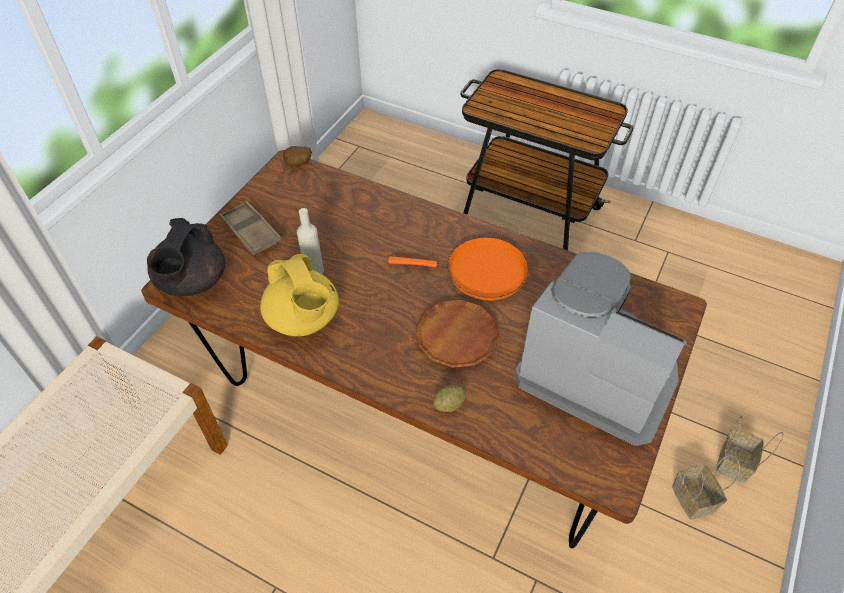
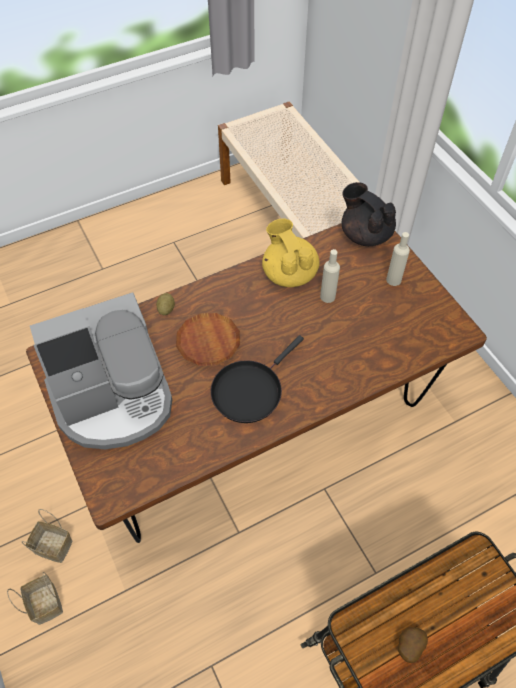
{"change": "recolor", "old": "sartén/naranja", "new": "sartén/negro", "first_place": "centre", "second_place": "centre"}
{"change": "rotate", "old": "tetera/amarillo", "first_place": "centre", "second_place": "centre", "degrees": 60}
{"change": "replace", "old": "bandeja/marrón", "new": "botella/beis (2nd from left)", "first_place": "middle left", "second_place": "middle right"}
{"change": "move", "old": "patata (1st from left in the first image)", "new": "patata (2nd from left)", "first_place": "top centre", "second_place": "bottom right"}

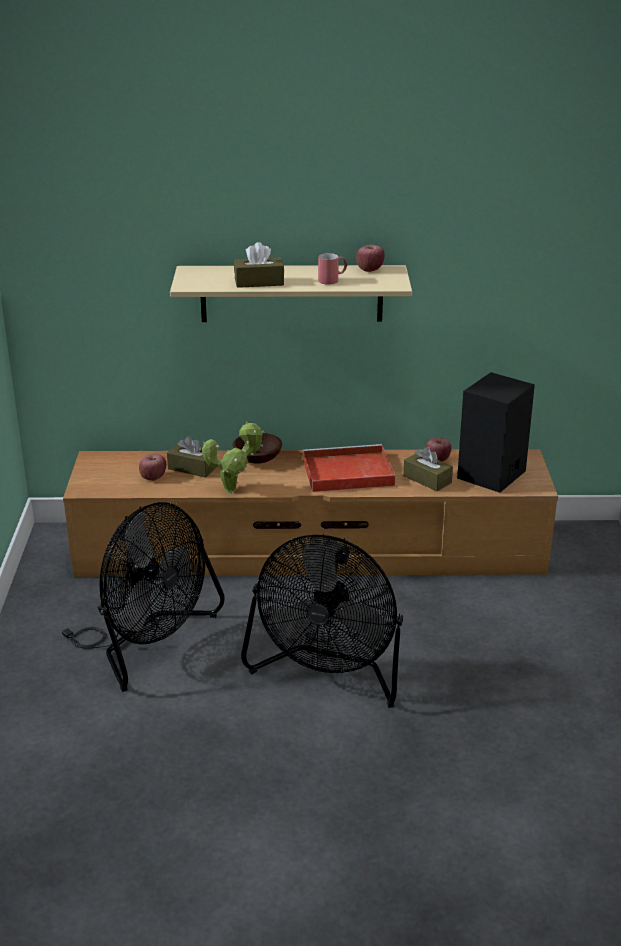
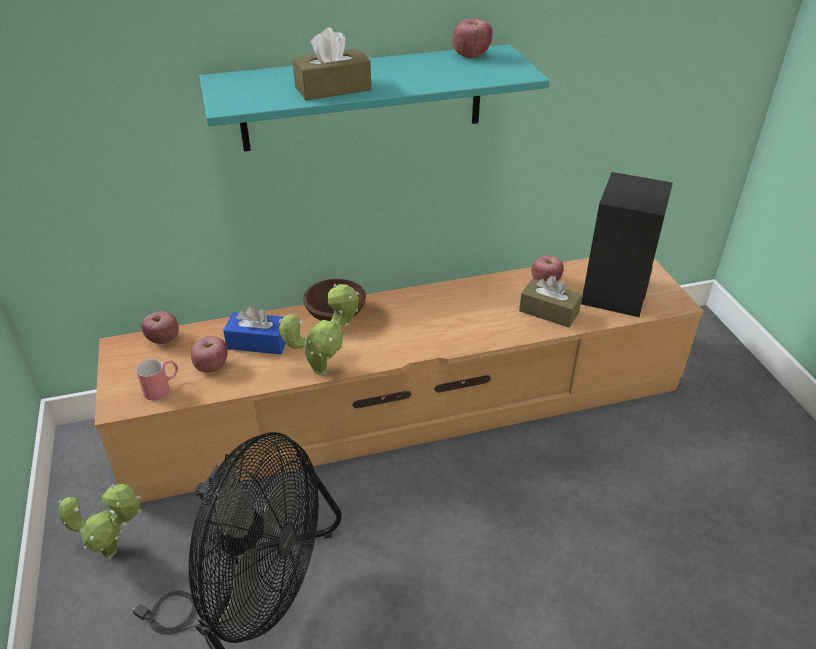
{"change": "insert", "new": "planta en maceta (1st from left)", "second_place": "bottom left"}
{"change": "move", "old": "taza grande/rojo", "first_place": "top centre", "second_place": "middle left"}
{"change": "insert", "new": "manzana (1st from left)", "second_place": "middle left"}
{"change": "recolor", "old": "estante/beis", "new": "estante/turquesa", "first_place": "top centre", "second_place": "top centre"}
{"change": "recolor", "old": "caja de pañuelos/marrón (1st from left)", "new": "caja de pañuelos/azul", "first_place": "middle left", "second_place": "middle left"}
{"change": "delete", "old": "ventilador/negro (2nd from left)", "first_place": "centre"}
{"change": "delete", "old": "bandeja/rojo", "first_place": "centre"}

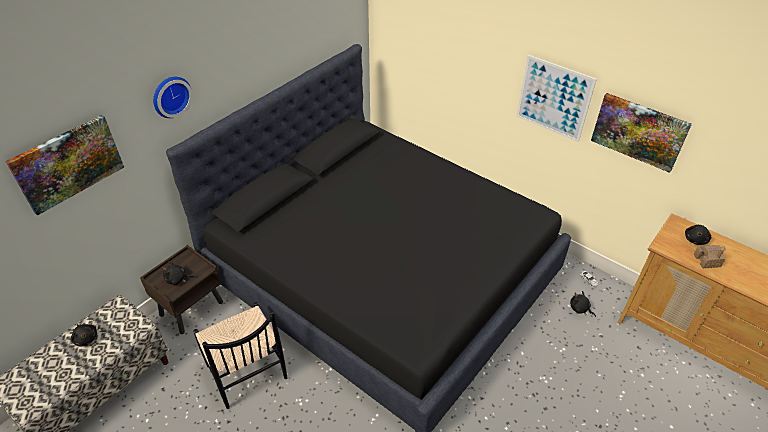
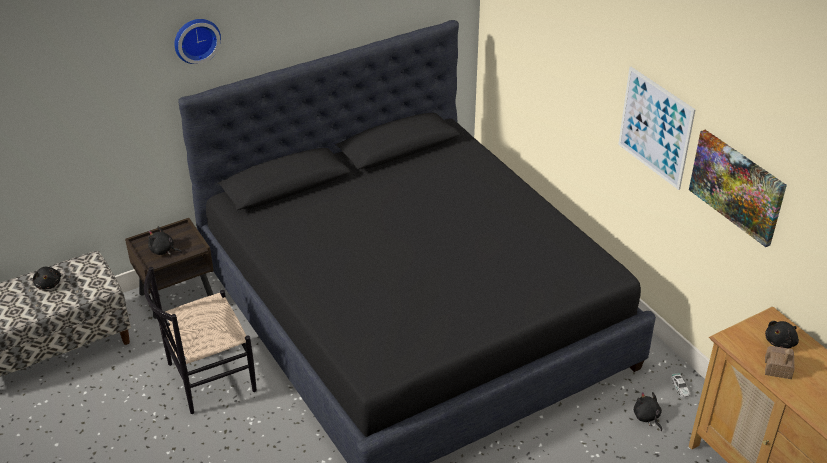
{"change": "rotate", "old": "silla/negro", "first_place": "bottom left", "second_place": "bottom left", "degrees": 75}
{"change": "delete", "old": "cuadro (1st from left)", "first_place": "middle left"}

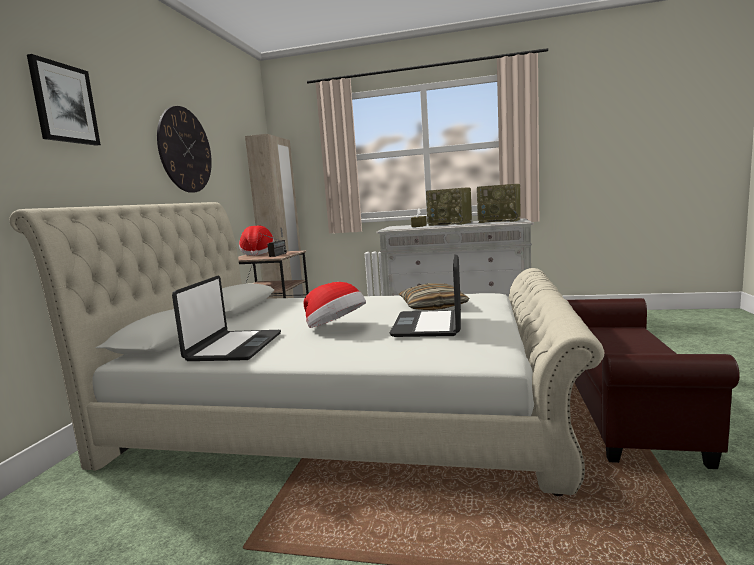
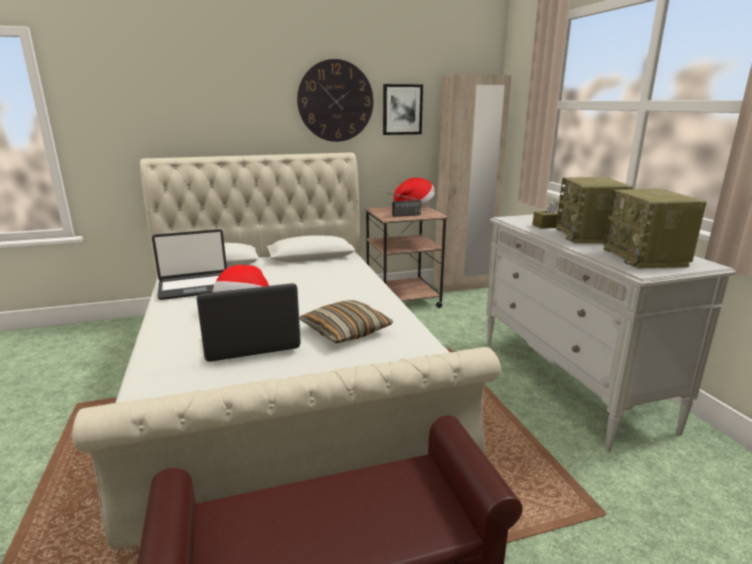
{"change": "move", "old": "cuadro", "first_place": "top left", "second_place": "top centre"}

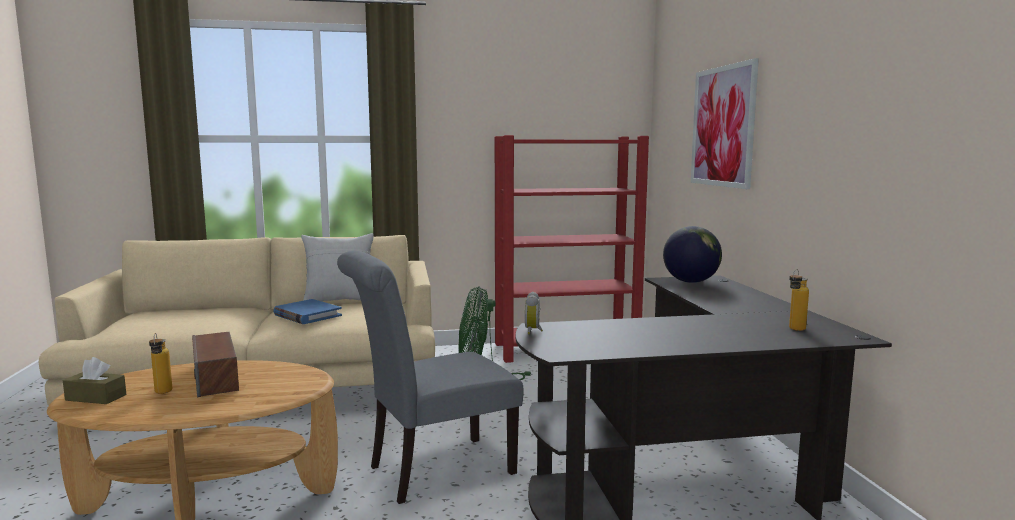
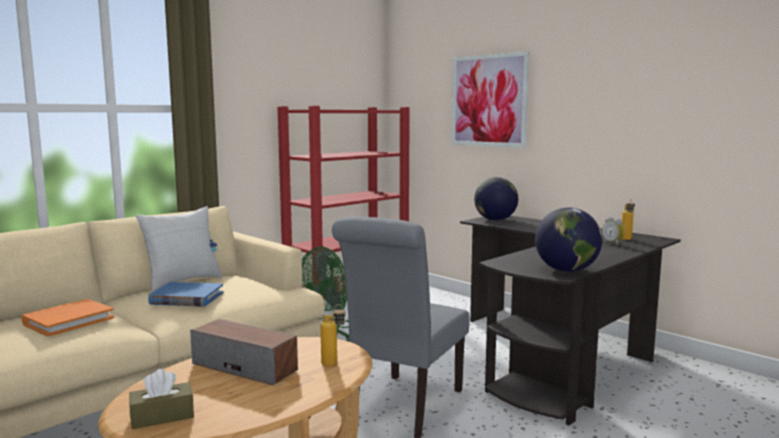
{"change": "insert", "new": "libro/naranja", "second_place": "bottom left"}
{"change": "move", "old": "botella (1st from left)", "first_place": "bottom left", "second_place": "bottom centre"}
{"change": "insert", "new": "globo terráqueo (2nd from left)", "second_place": "middle right"}
{"change": "move", "old": "despertador", "first_place": "centre", "second_place": "middle right"}

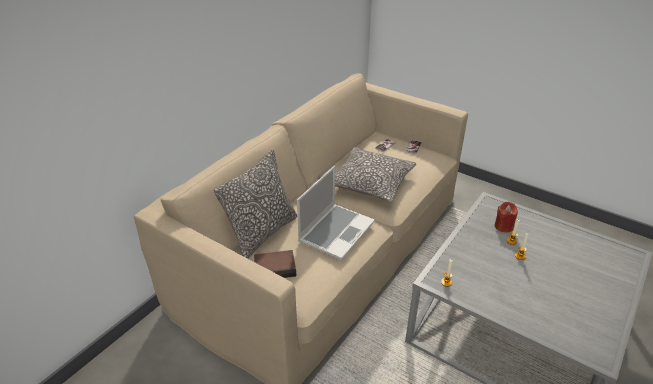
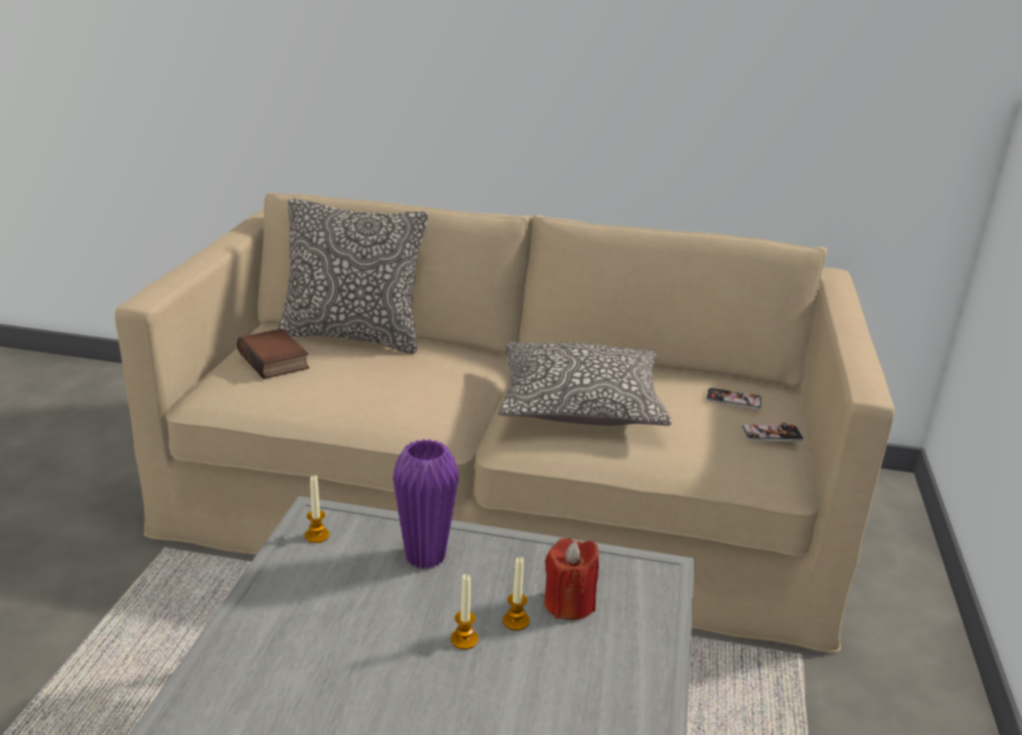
{"change": "insert", "new": "florero/morado", "second_place": "bottom centre"}
{"change": "delete", "old": "portátil", "first_place": "centre"}

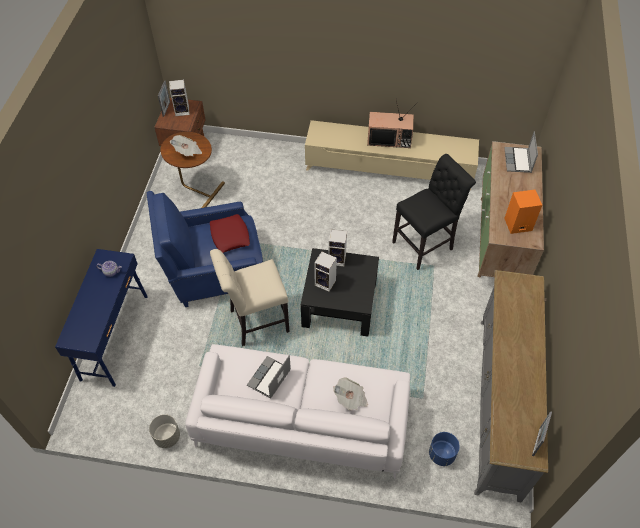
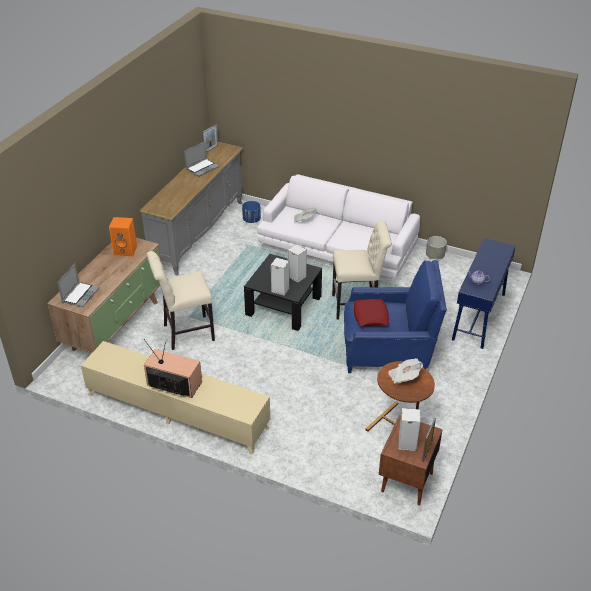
{"change": "recolor", "old": "taburete/negro", "new": "taburete/beis (1st from left)", "first_place": "middle right", "second_place": "middle left"}
{"change": "move", "old": "portátil (1st from left in the first image)", "new": "portátil (2nd from left)", "first_place": "bottom centre", "second_place": "top centre"}

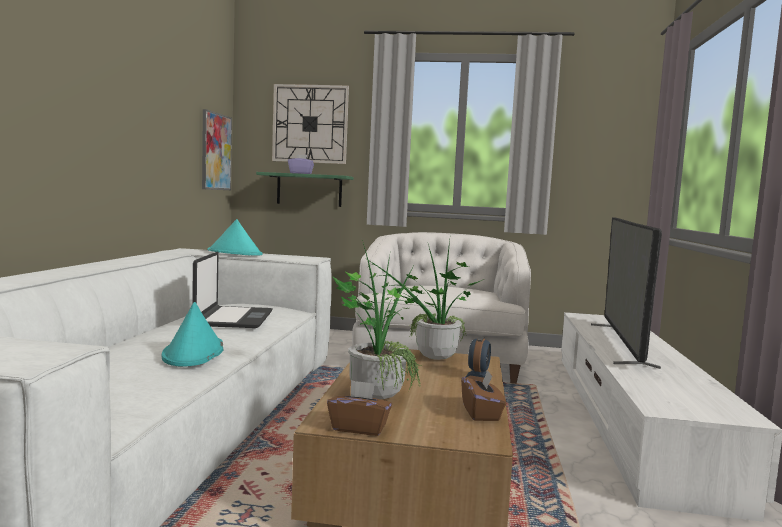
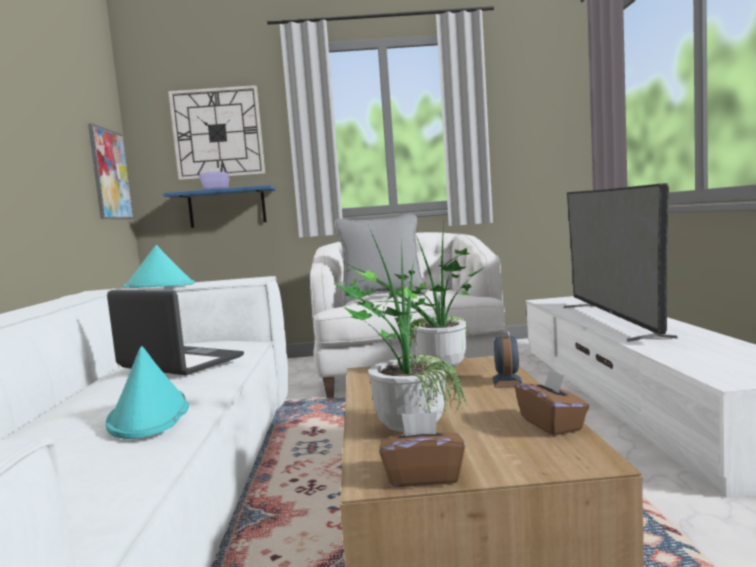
{"change": "rotate", "old": "portátil", "first_place": "middle left", "second_place": "middle left", "degrees": -45}
{"change": "recolor", "old": "estante/verde", "new": "estante/azul", "first_place": "centre", "second_place": "middle left"}
{"change": "insert", "new": "cojín/gris", "second_place": "centre"}

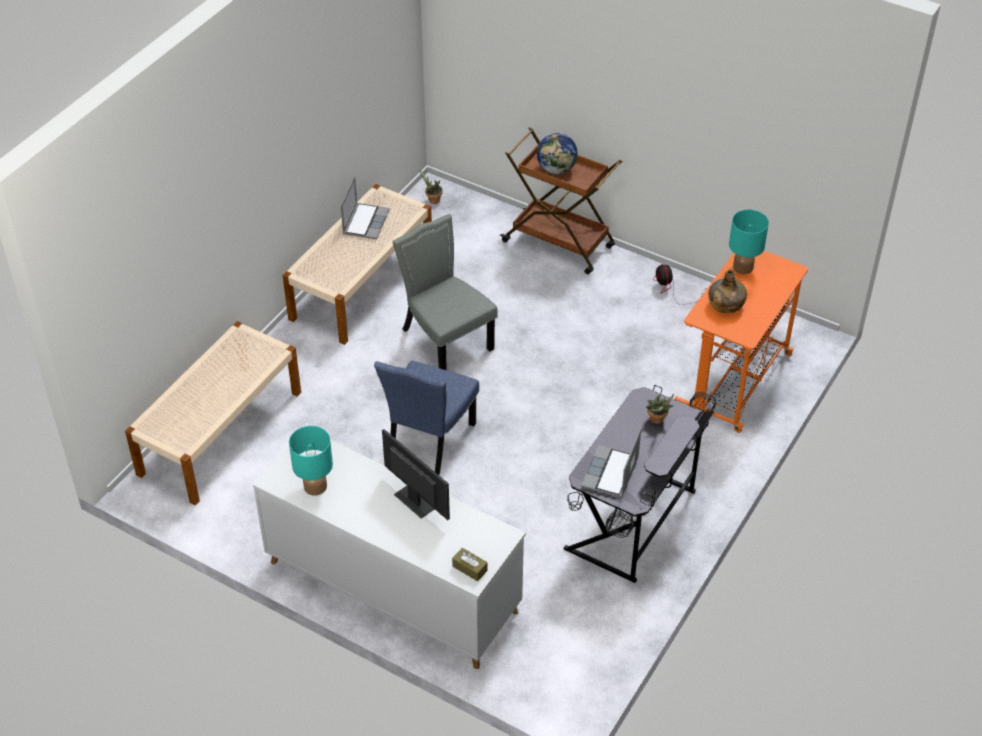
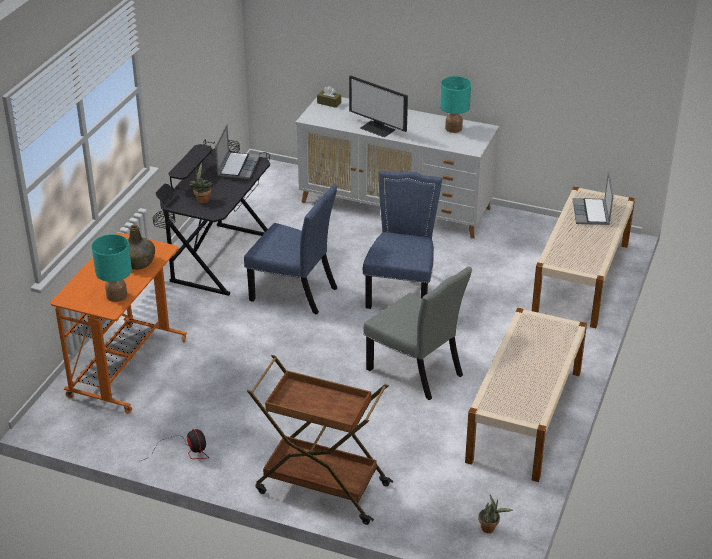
{"change": "insert", "new": "silla/azul (1st from left)", "second_place": "centre"}
{"change": "move", "old": "portátil (1st from left in the first image)", "new": "portátil (2nd from left)", "first_place": "top centre", "second_place": "middle right"}
{"change": "delete", "old": "globo terráqueo", "first_place": "top centre"}

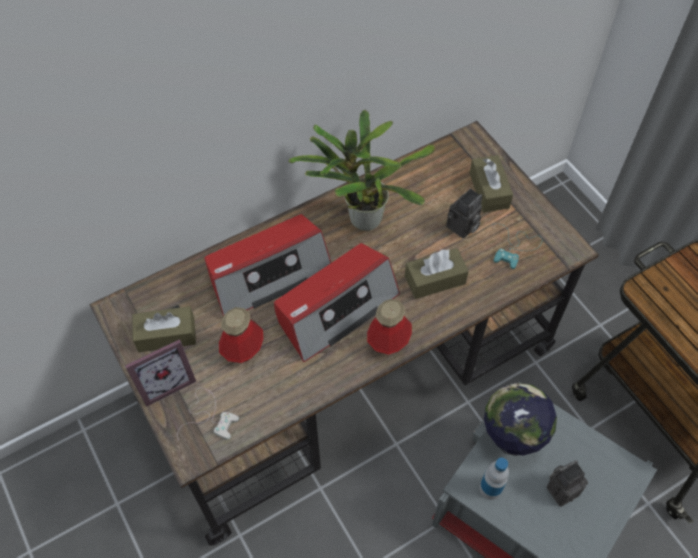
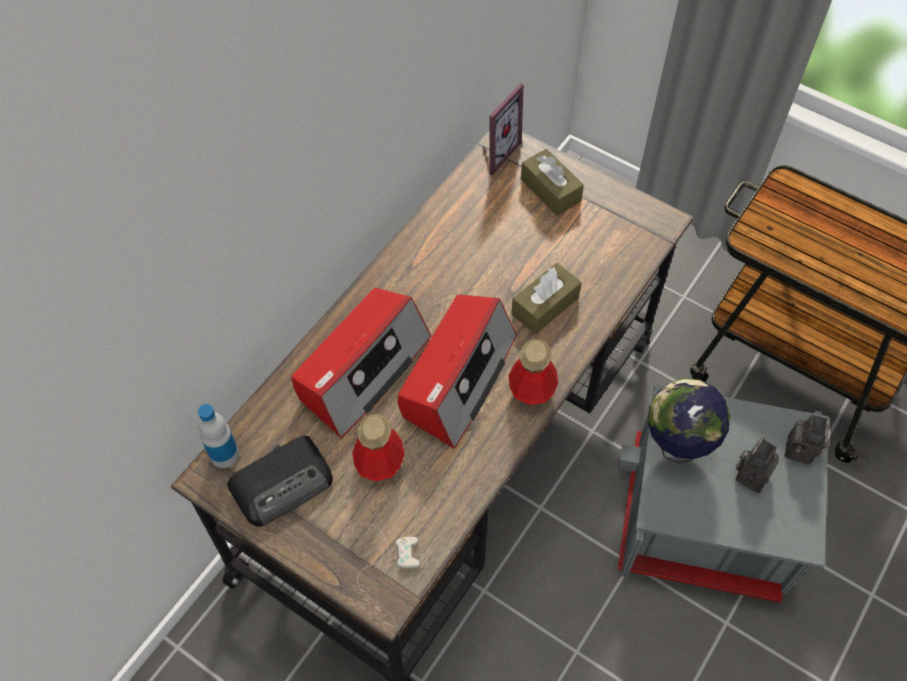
{"change": "move", "old": "botella (3rd from left in the first image)", "new": "botella (1st from left)", "first_place": "bottom right", "second_place": "middle left"}
{"change": "replace", "old": "caja de pañuelos/marrón (1st from left)", "new": "radio (1st from left)", "first_place": "middle left", "second_place": "bottom left"}
{"change": "move", "old": "portarretratos", "first_place": "bottom left", "second_place": "top centre"}
{"change": "move", "old": "cámara (1st from left in the first image)", "new": "cámara (2nd from left)", "first_place": "centre", "second_place": "middle right"}
{"change": "delete", "old": "planta en maceta", "first_place": "top centre"}
{"change": "delete", "old": "mando de consola/turquesa", "first_place": "middle right"}

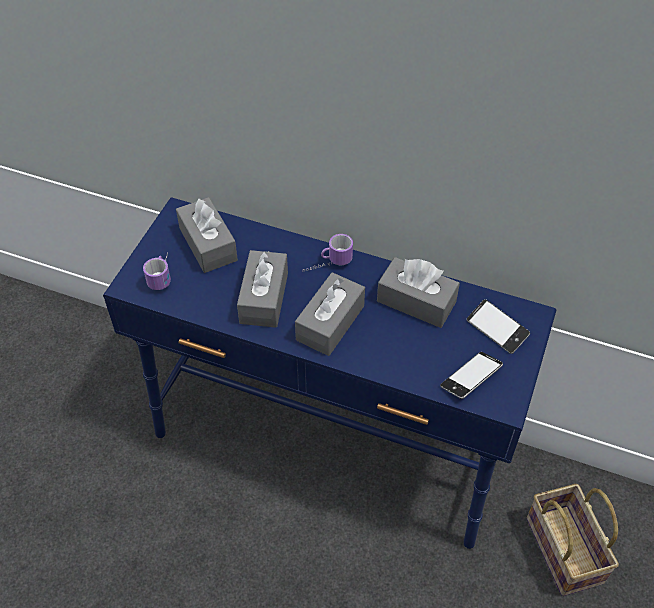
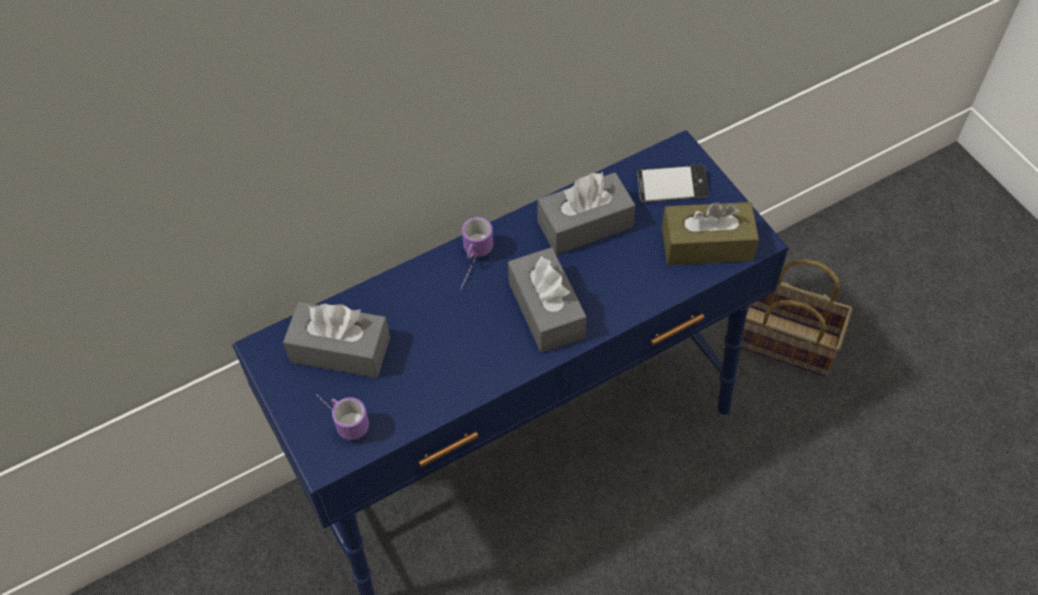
{"change": "replace", "old": "móvil (1st from left)", "new": "caja de pañuelos/marrón", "first_place": "middle right", "second_place": "middle right"}
{"change": "delete", "old": "caja de pañuelos/gris (2nd from left)", "first_place": "centre"}

